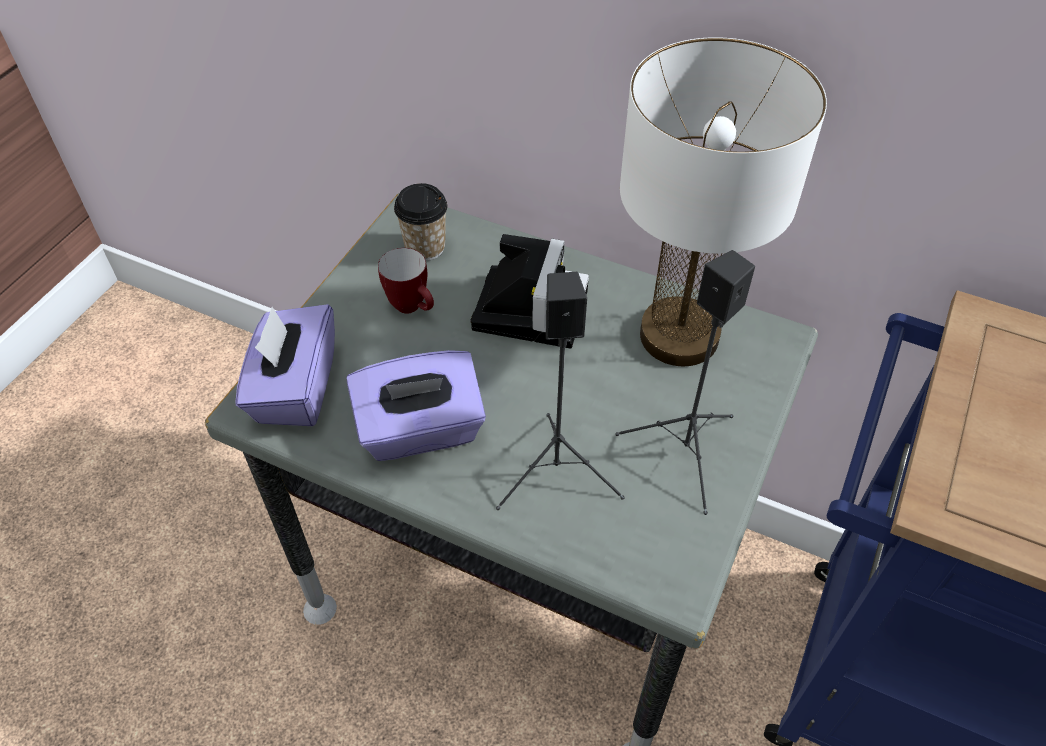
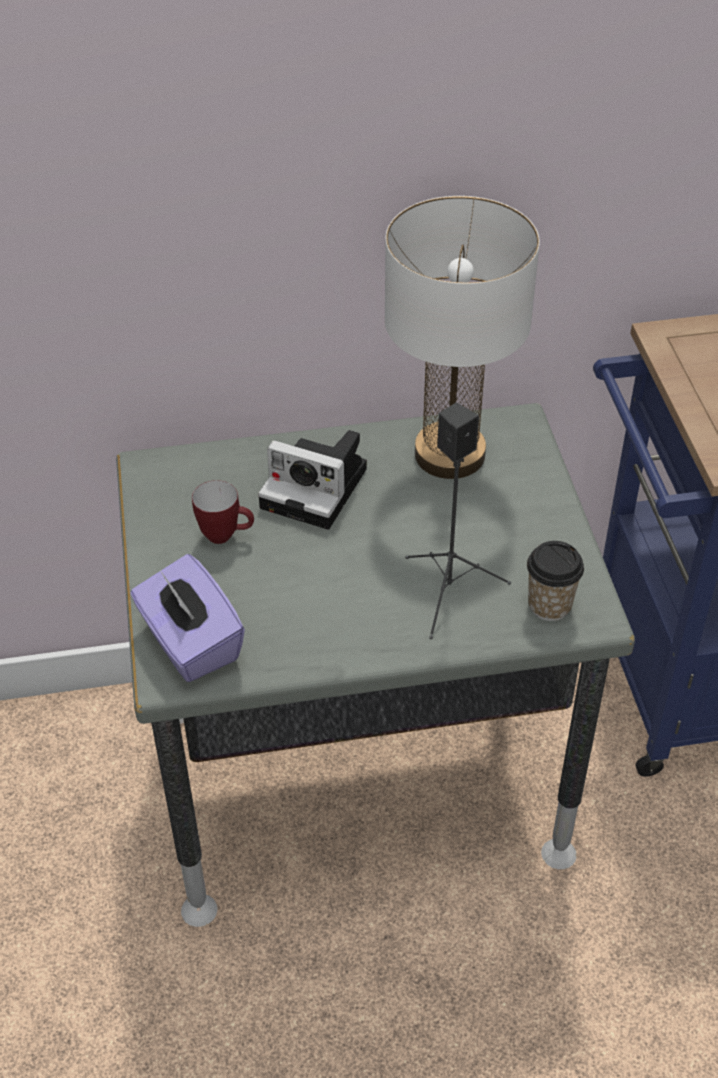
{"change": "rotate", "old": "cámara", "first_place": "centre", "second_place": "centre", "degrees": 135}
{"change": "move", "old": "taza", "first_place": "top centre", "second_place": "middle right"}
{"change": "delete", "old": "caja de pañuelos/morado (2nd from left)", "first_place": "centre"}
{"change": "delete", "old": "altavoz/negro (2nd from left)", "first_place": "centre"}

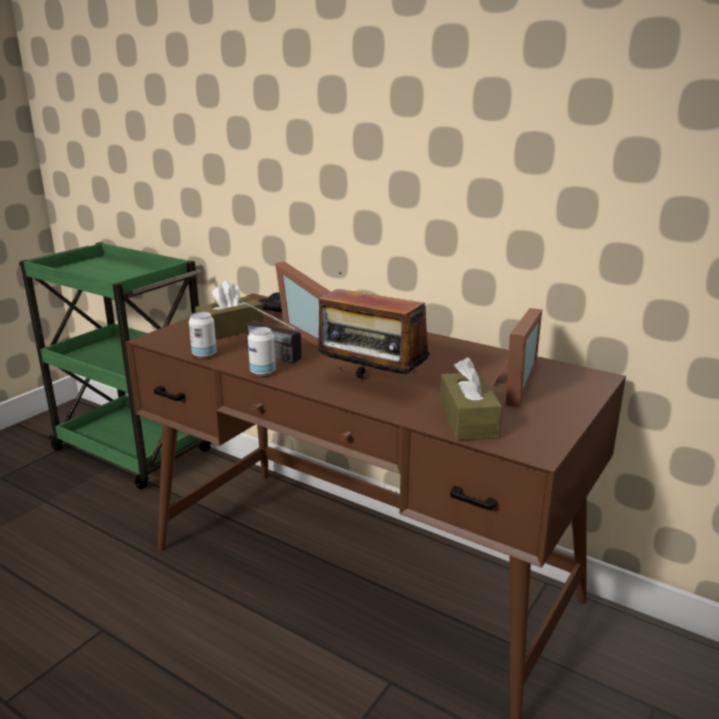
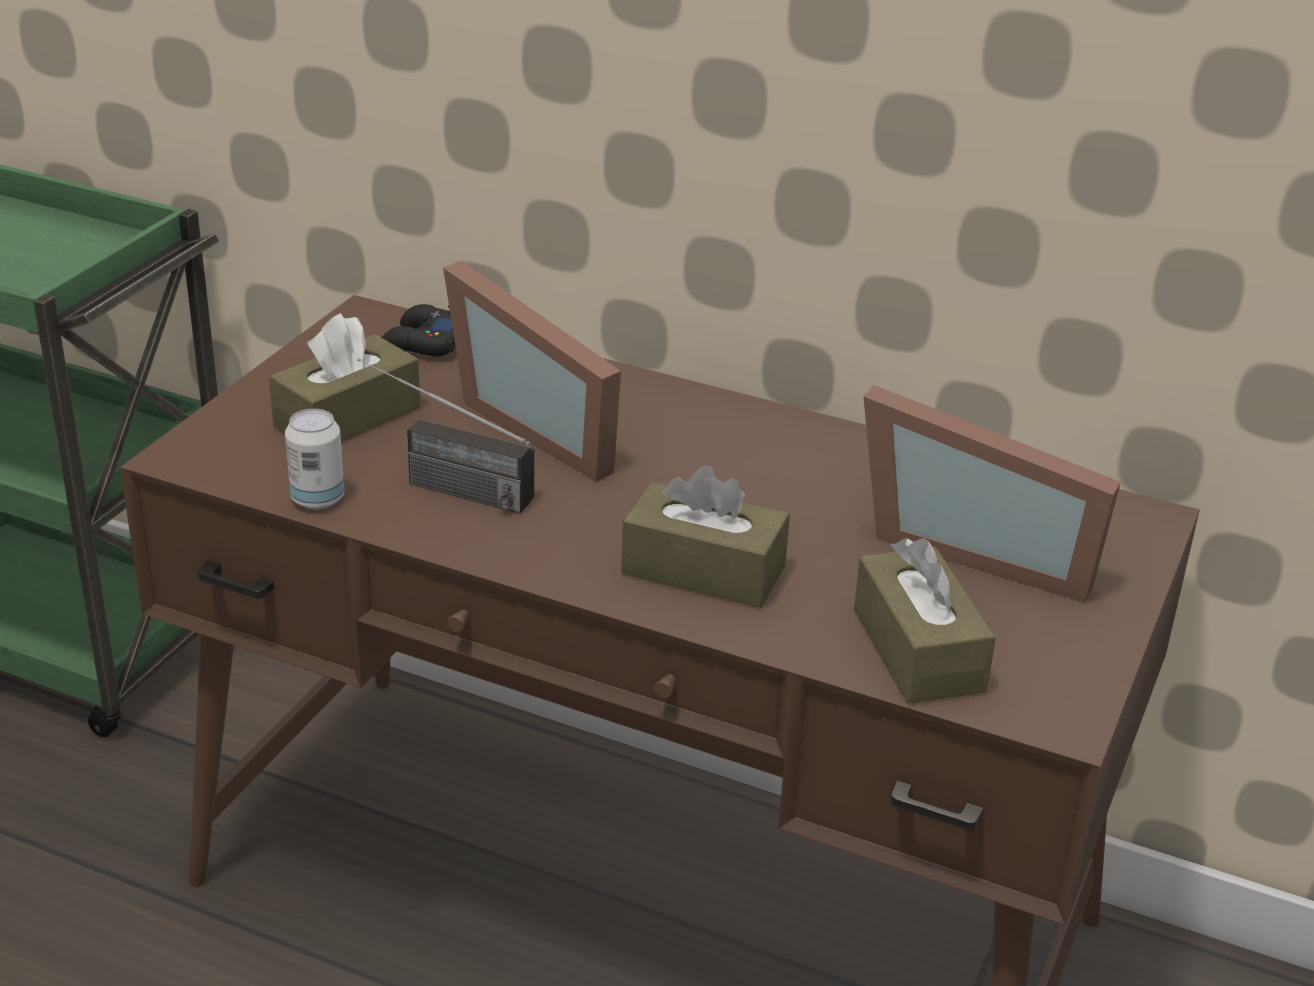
{"change": "replace", "old": "radio (2nd from left)", "new": "caja de pañuelos/marrón (2nd from left)", "first_place": "centre", "second_place": "centre"}
{"change": "rotate", "old": "portarretratos (2nd from left)", "first_place": "middle right", "second_place": "middle right", "degrees": 105}
{"change": "delete", "old": "lata (2nd from left)", "first_place": "centre"}

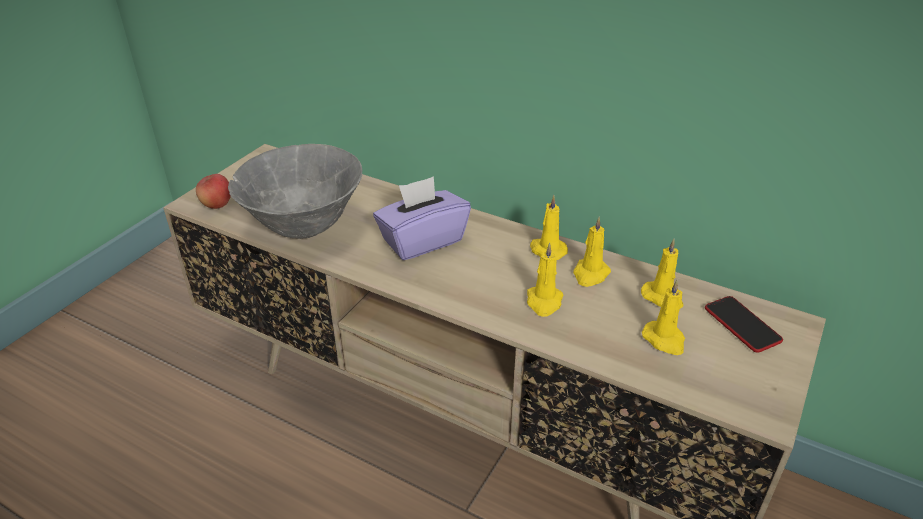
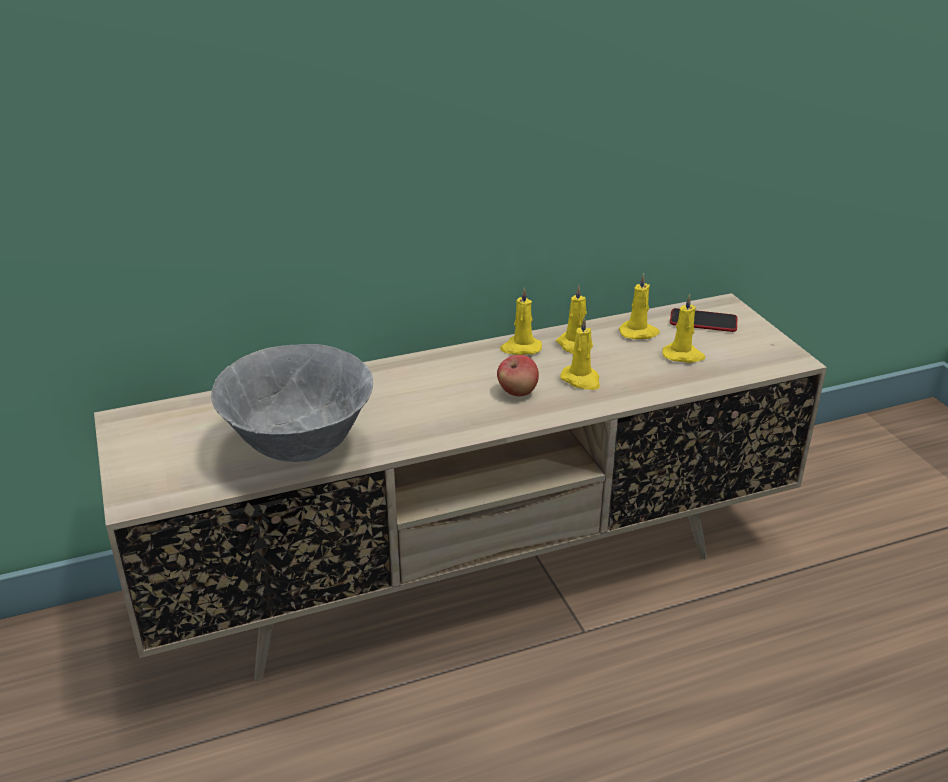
{"change": "move", "old": "manzana", "first_place": "middle left", "second_place": "centre"}
{"change": "delete", "old": "caja de pañuelos/morado", "first_place": "centre"}

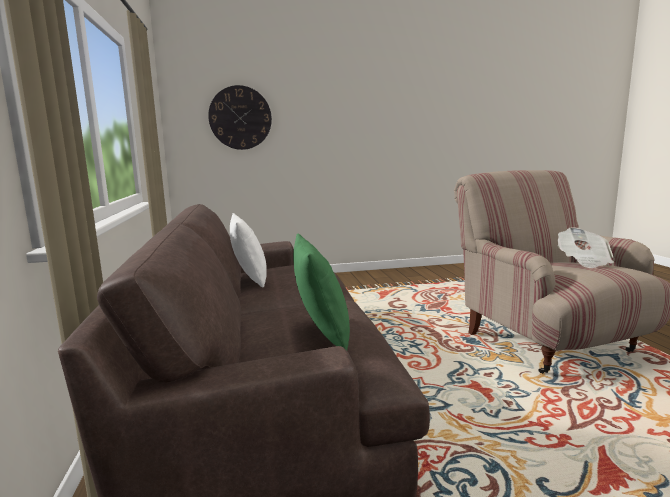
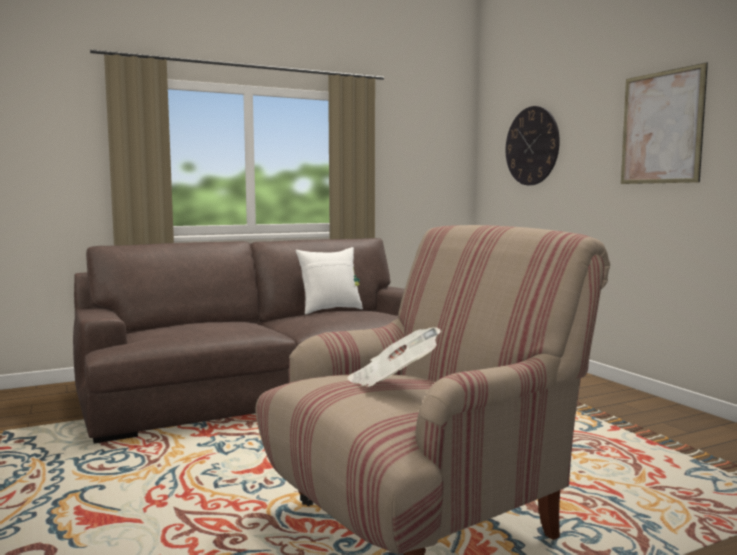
{"change": "insert", "new": "cuadro", "second_place": "top right"}
{"change": "delete", "old": "cojín/verde", "first_place": "centre"}

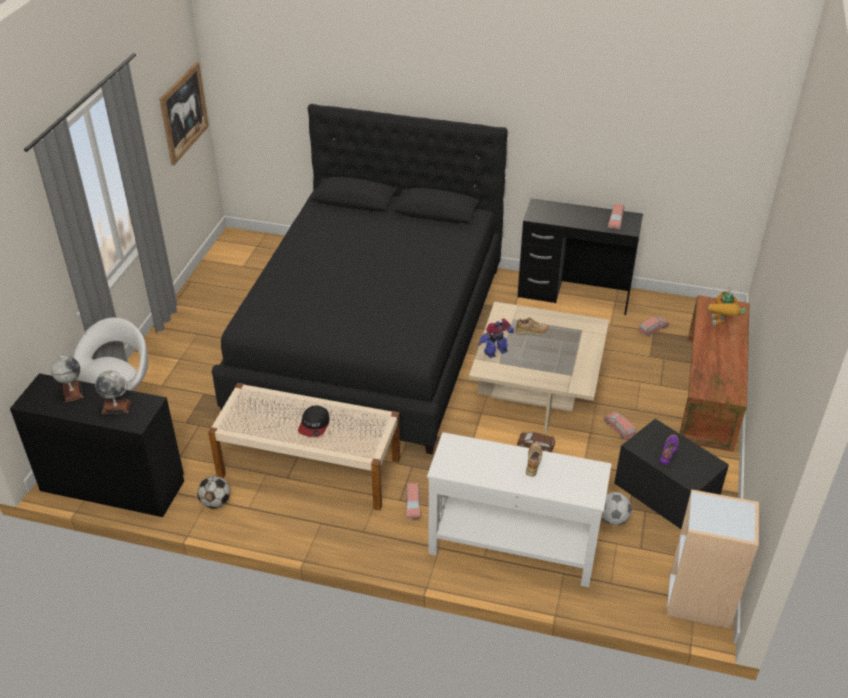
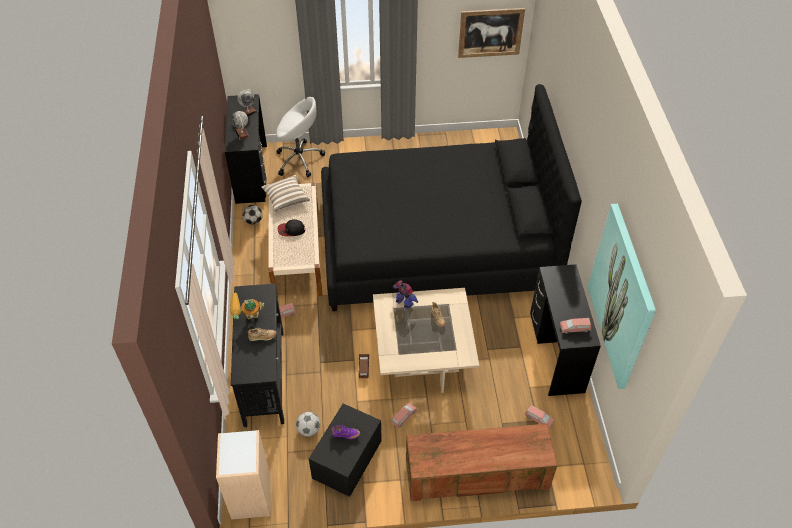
{"change": "move", "old": "robot de juguete (2nd from left in the first image)", "new": "robot de juguete (1st from left)", "first_place": "middle right", "second_place": "middle left"}
{"change": "recolor", "old": "mesa consola/blanco", "new": "mesa consola/negro", "first_place": "bottom centre", "second_place": "bottom left"}
{"change": "insert", "new": "cojín", "second_place": "centre"}
{"change": "insert", "new": "cuadro (2nd from left)", "second_place": "middle right"}

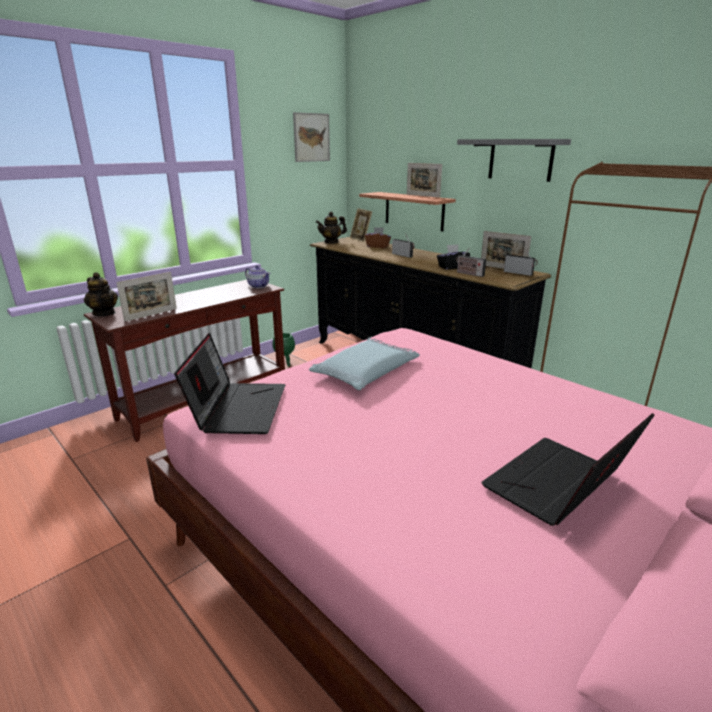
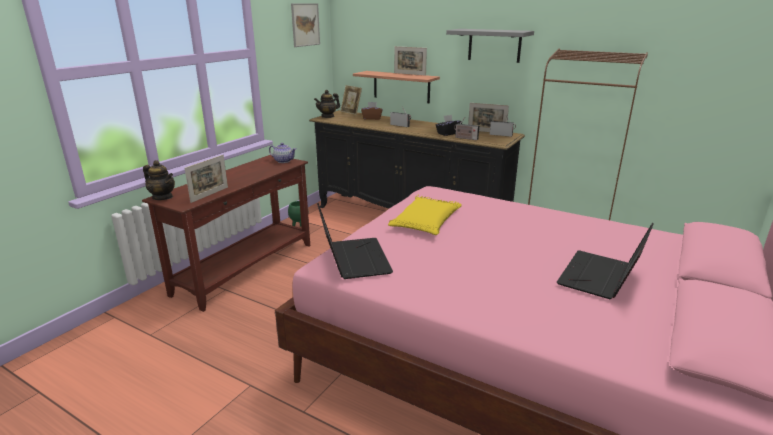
{"change": "recolor", "old": "cojín/azul", "new": "cojín/amarillo", "first_place": "centre", "second_place": "centre"}

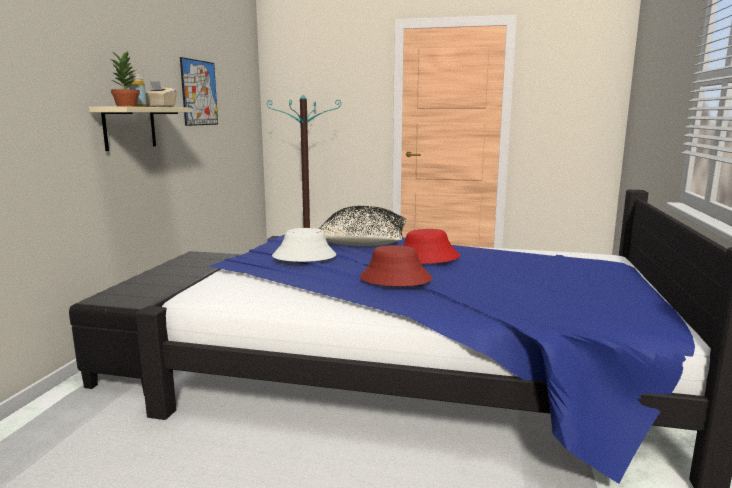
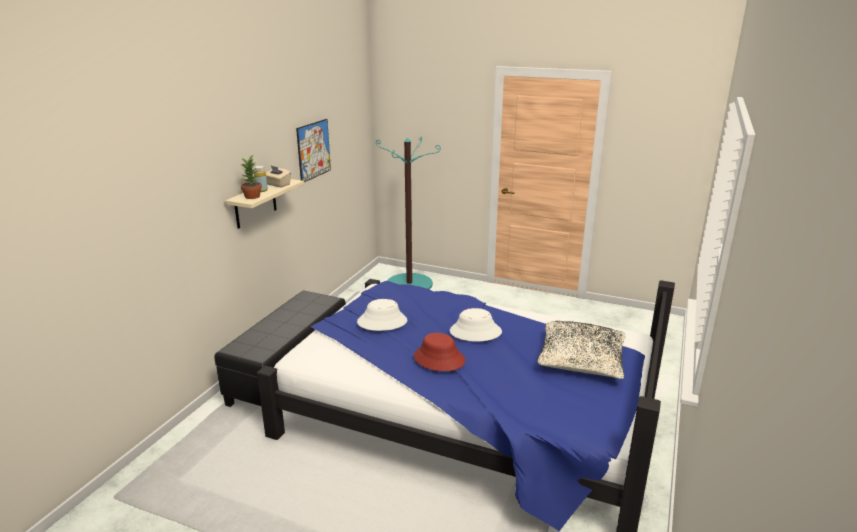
{"change": "recolor", "old": "sombrero/rojo (2nd from left)", "new": "sombrero/blanco (2nd from left)", "first_place": "centre", "second_place": "centre"}
{"change": "move", "old": "cojín/beis", "first_place": "centre", "second_place": "middle right"}

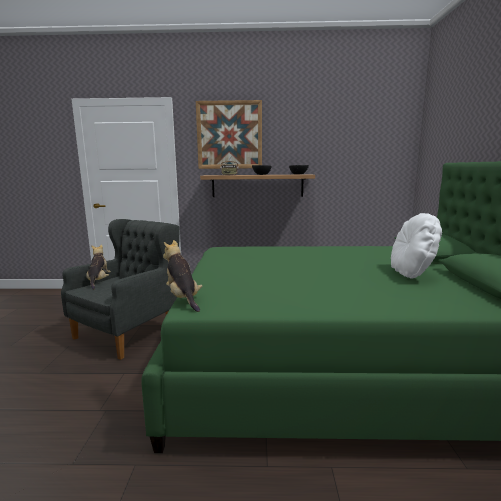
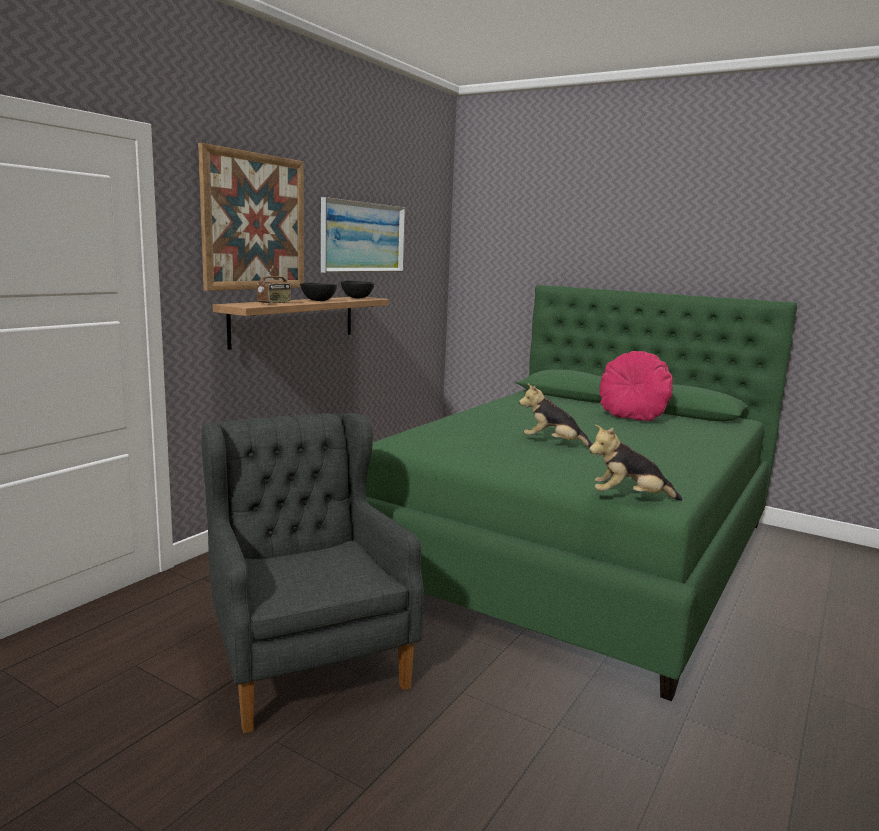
{"change": "insert", "new": "cuadro (2nd from left)", "second_place": "top centre"}
{"change": "move", "old": "peluche (1st from left)", "first_place": "middle left", "second_place": "centre"}
{"change": "recolor", "old": "cojín/blanco", "new": "cojín/rosa", "first_place": "middle right", "second_place": "middle right"}

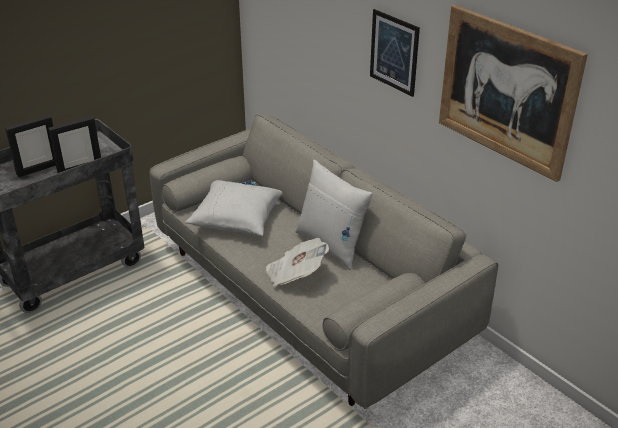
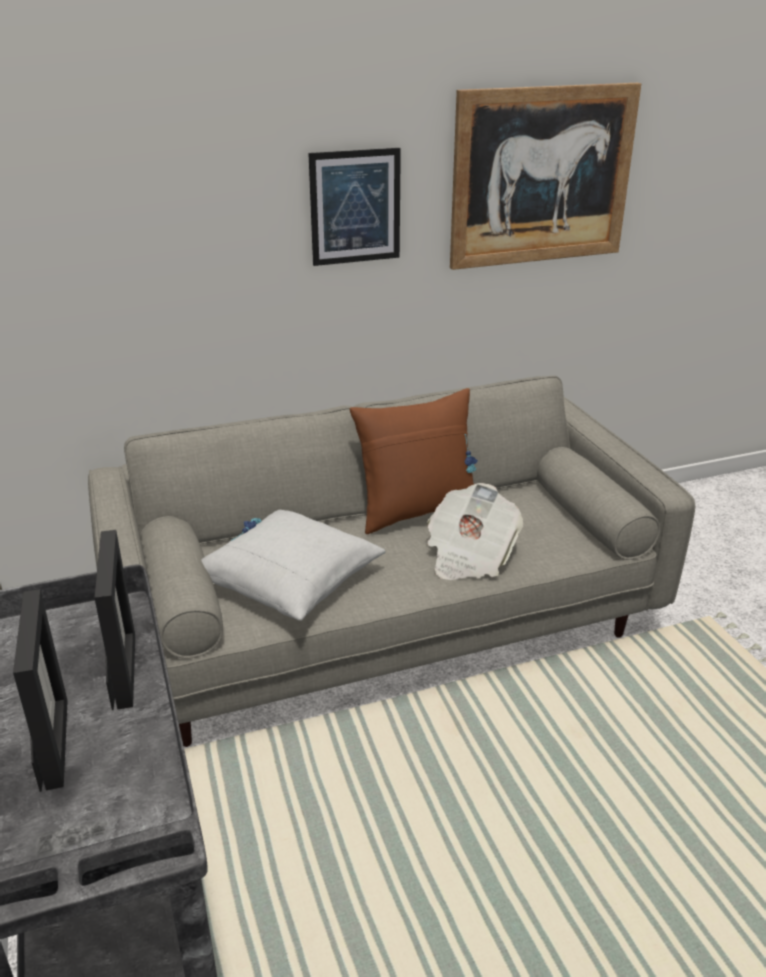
{"change": "recolor", "old": "cojín/gris (2nd from left)", "new": "cojín/marrón", "first_place": "centre", "second_place": "centre"}

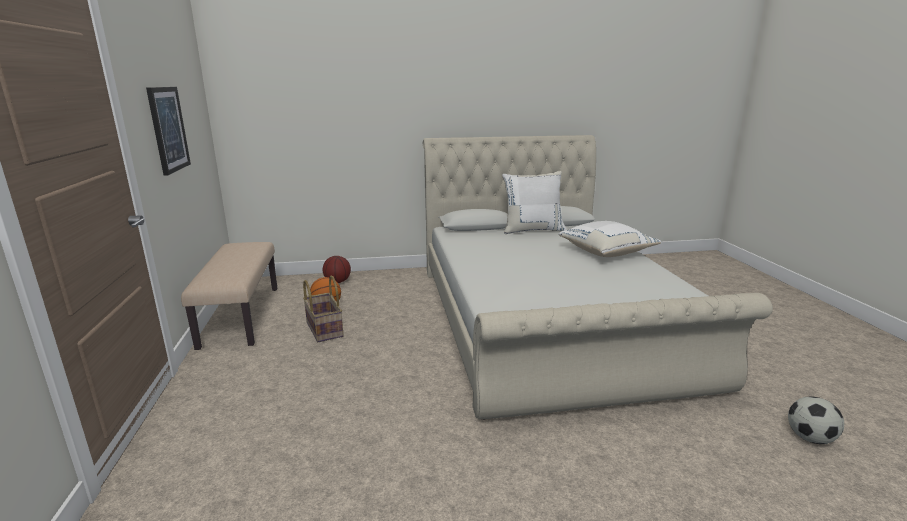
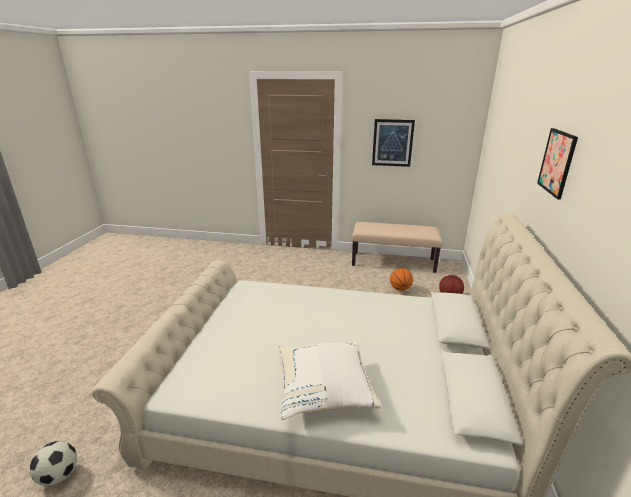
{"change": "insert", "new": "cuadro (2nd from left)", "second_place": "top right"}
{"change": "delete", "old": "cesta", "first_place": "centre"}
{"change": "delete", "old": "cojín/blanco (1st from left)", "first_place": "centre"}

